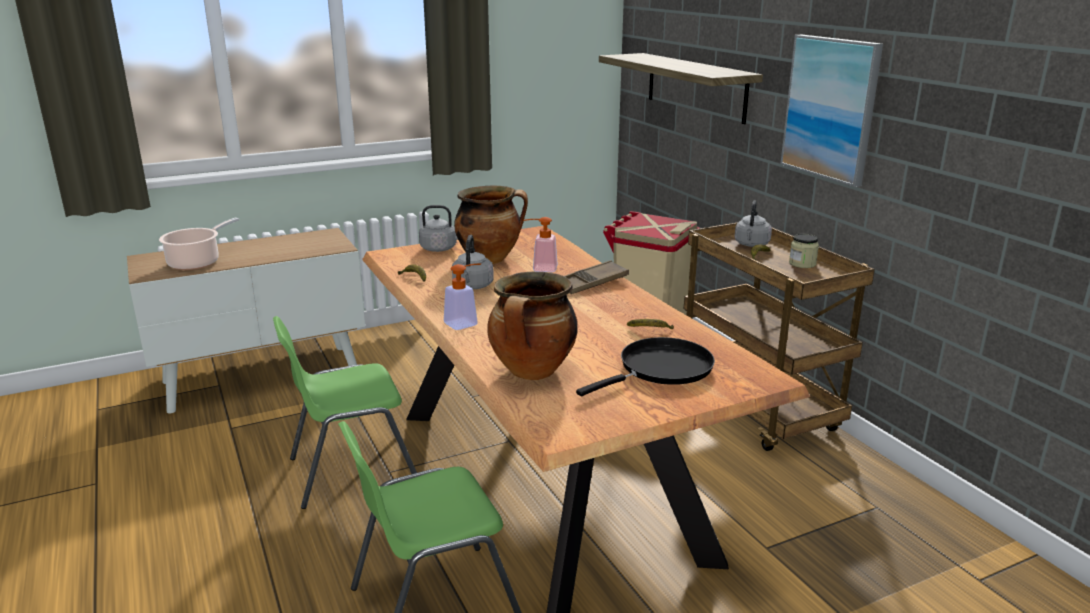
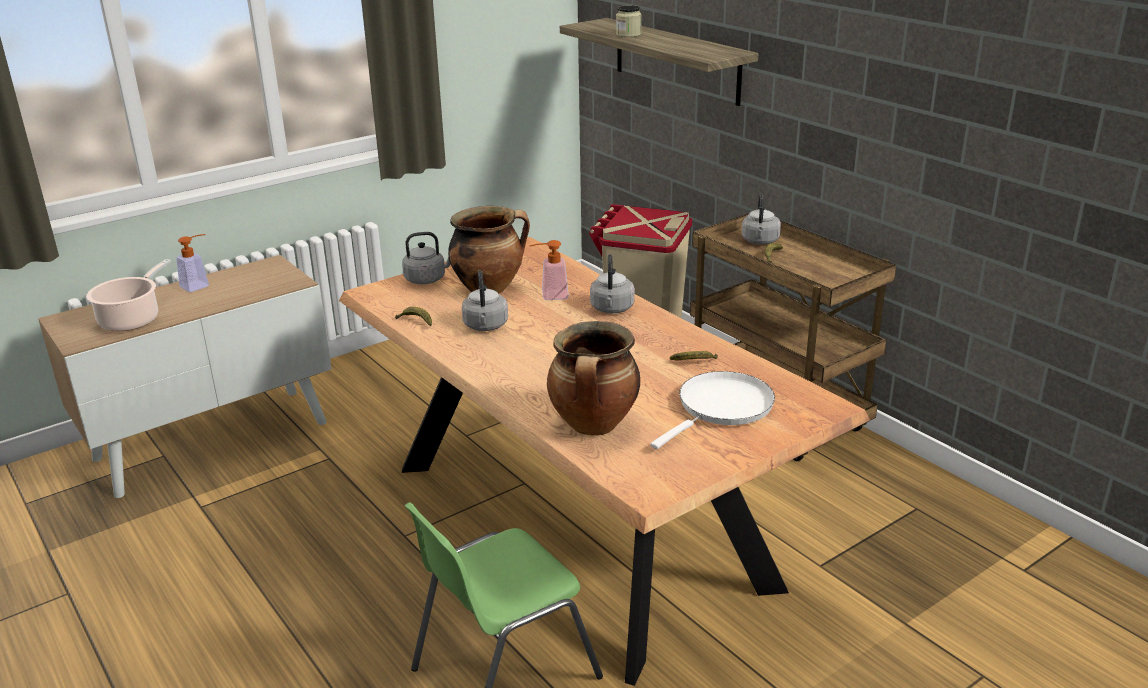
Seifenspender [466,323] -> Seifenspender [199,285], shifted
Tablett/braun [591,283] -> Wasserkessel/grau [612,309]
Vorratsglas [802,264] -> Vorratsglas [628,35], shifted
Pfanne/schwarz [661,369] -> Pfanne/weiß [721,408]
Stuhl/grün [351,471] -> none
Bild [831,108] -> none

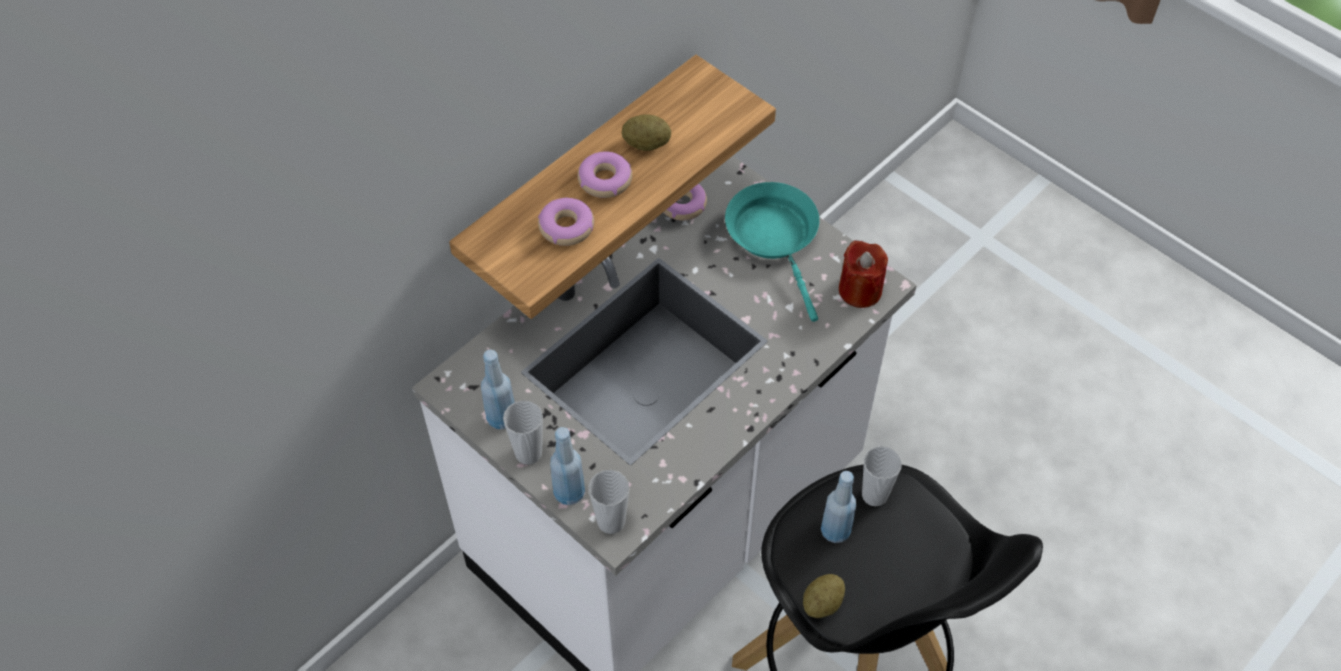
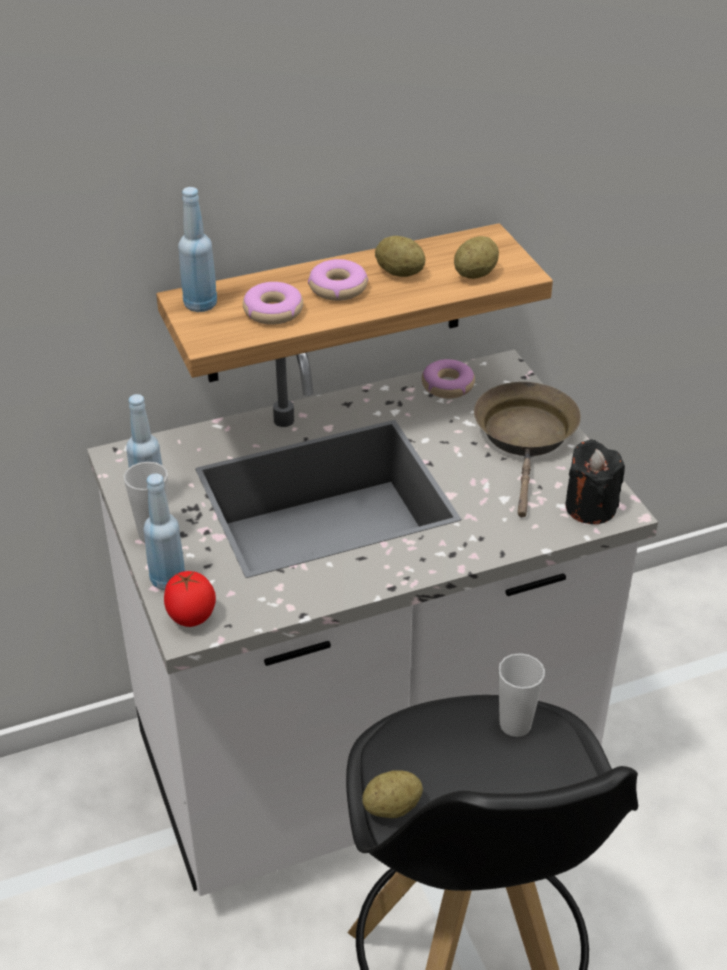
Tasse [611,521] -> Tomate [191,618]
Flasche/blau [835,531] -> Flasche/blau [200,304], shifted
none -> Kartoffel [475,274]
Pfanne/türkis [775,238] -> Pfanne/braun [526,438]
Kerze/rot [860,290] -> Kerze/schwarz [590,507]

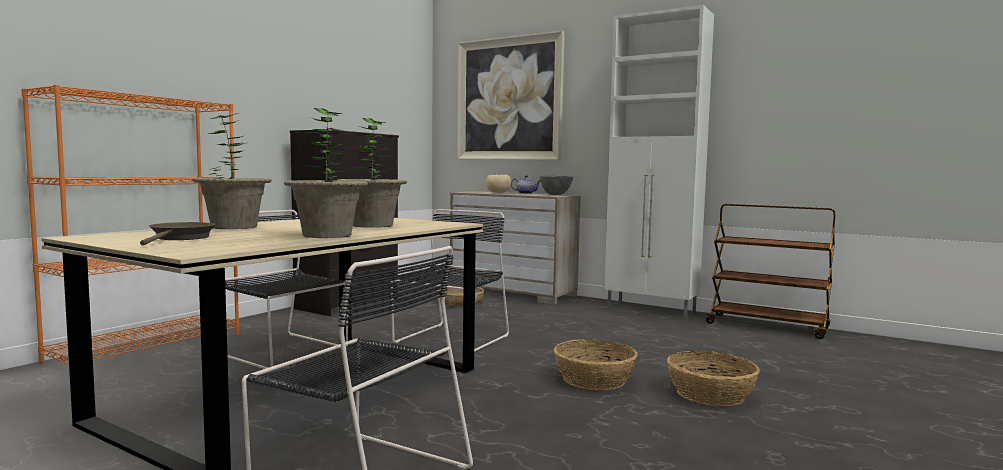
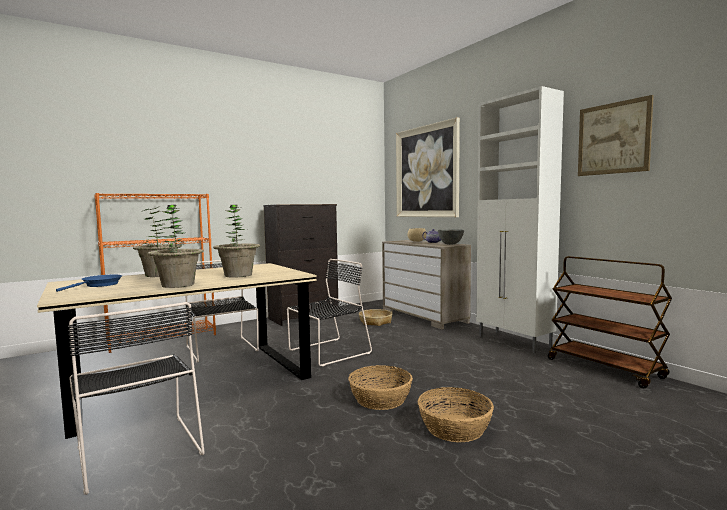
Pfanne/braun [181,238] -> Pfanne/blau [99,285]
none -> Bild [613,138]

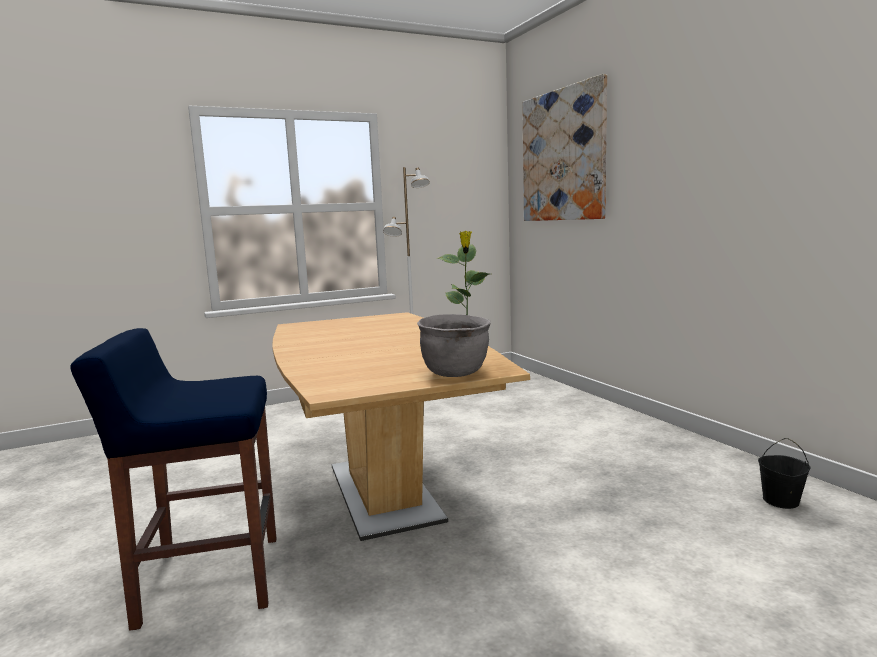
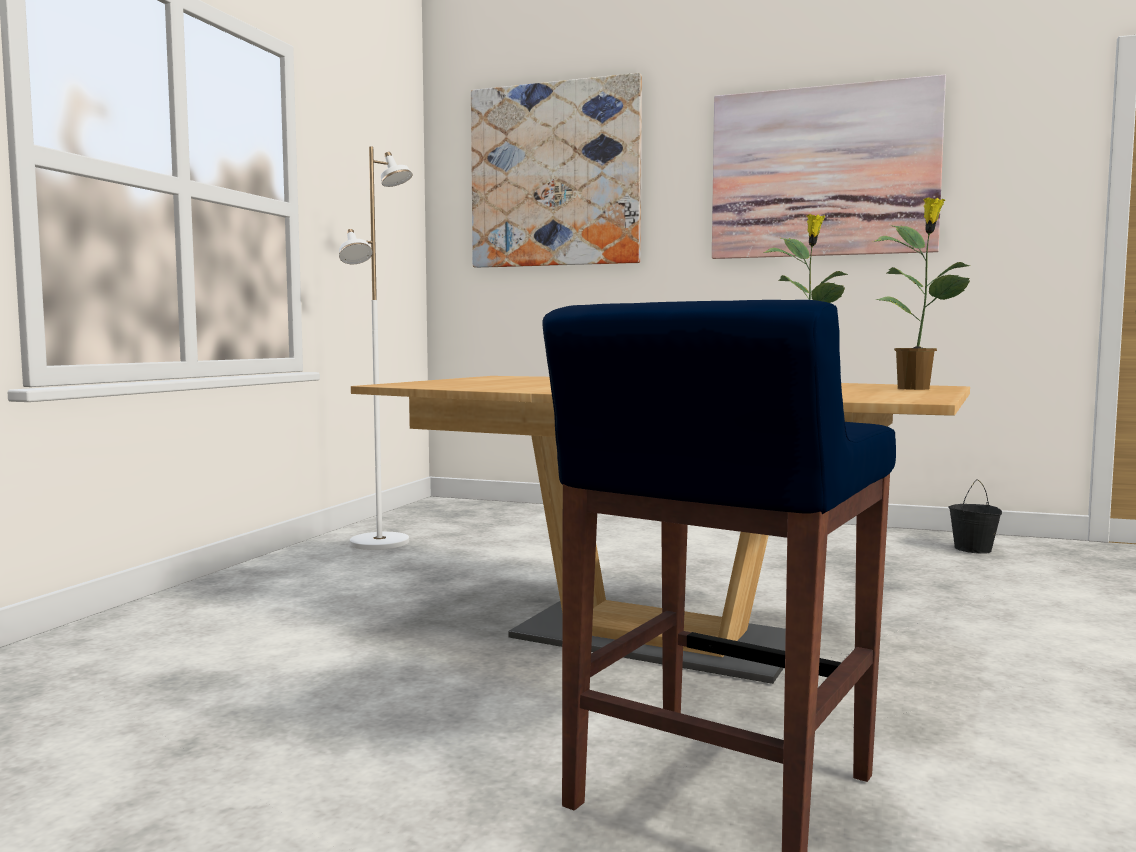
none -> Bild [823,172]
Kochtopf/grau [456,373] -> Topfpflanze [916,388]

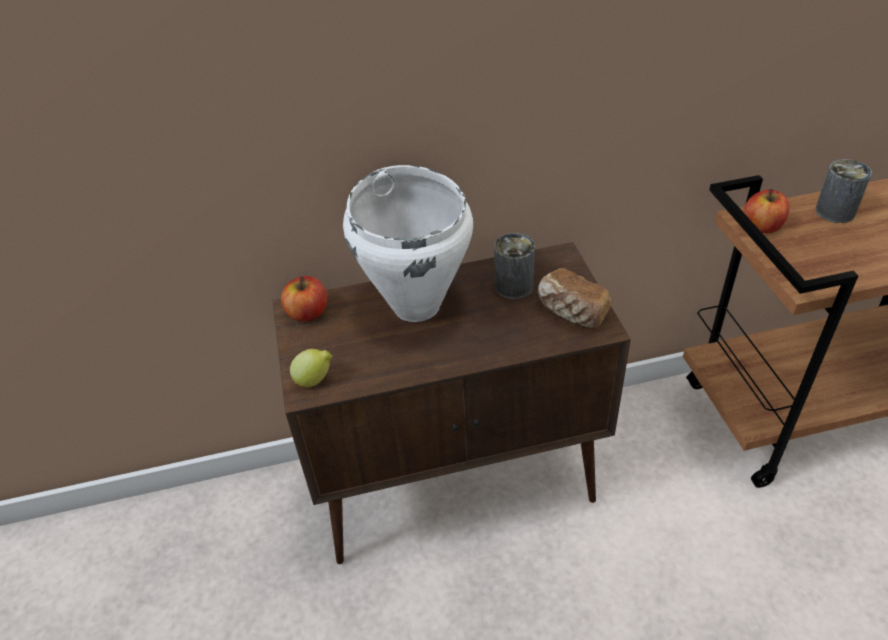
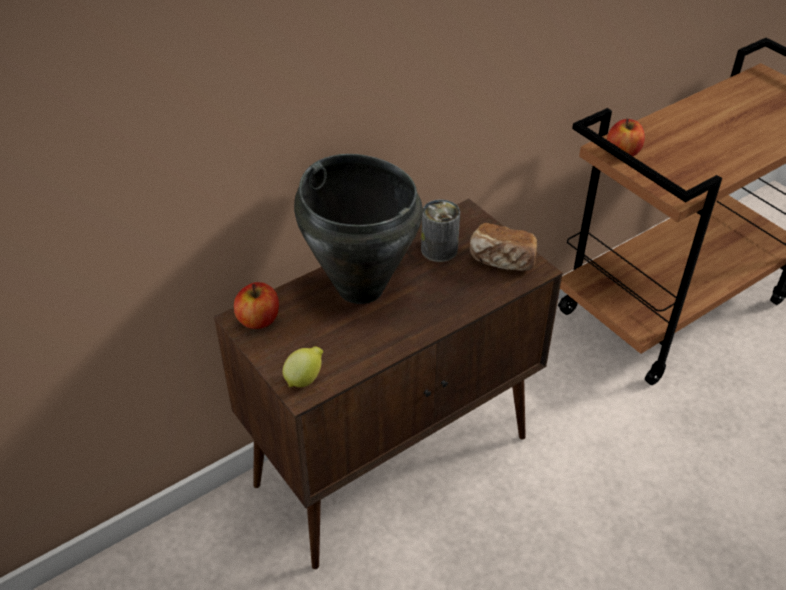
Kochtopf/weiß [417,305] -> Kochtopf/schwarz [360,287]
Dose [835,211] -> none

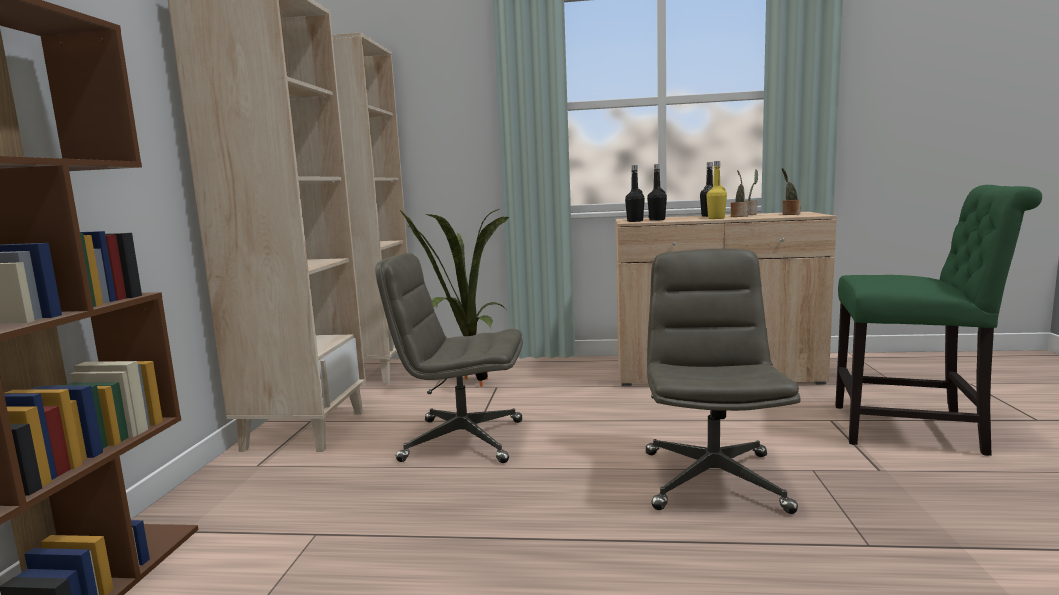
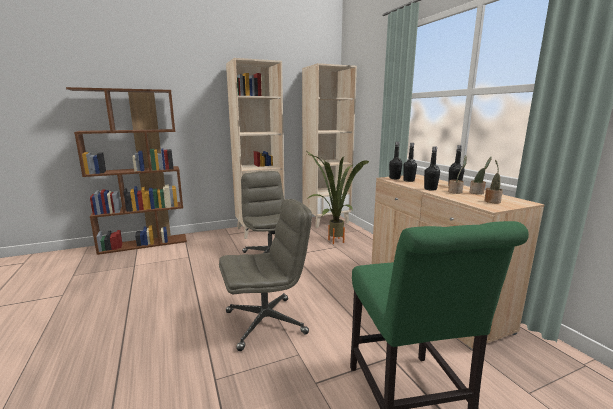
Flasche/gelb [716,218] -> Flasche/schwarz [430,189]

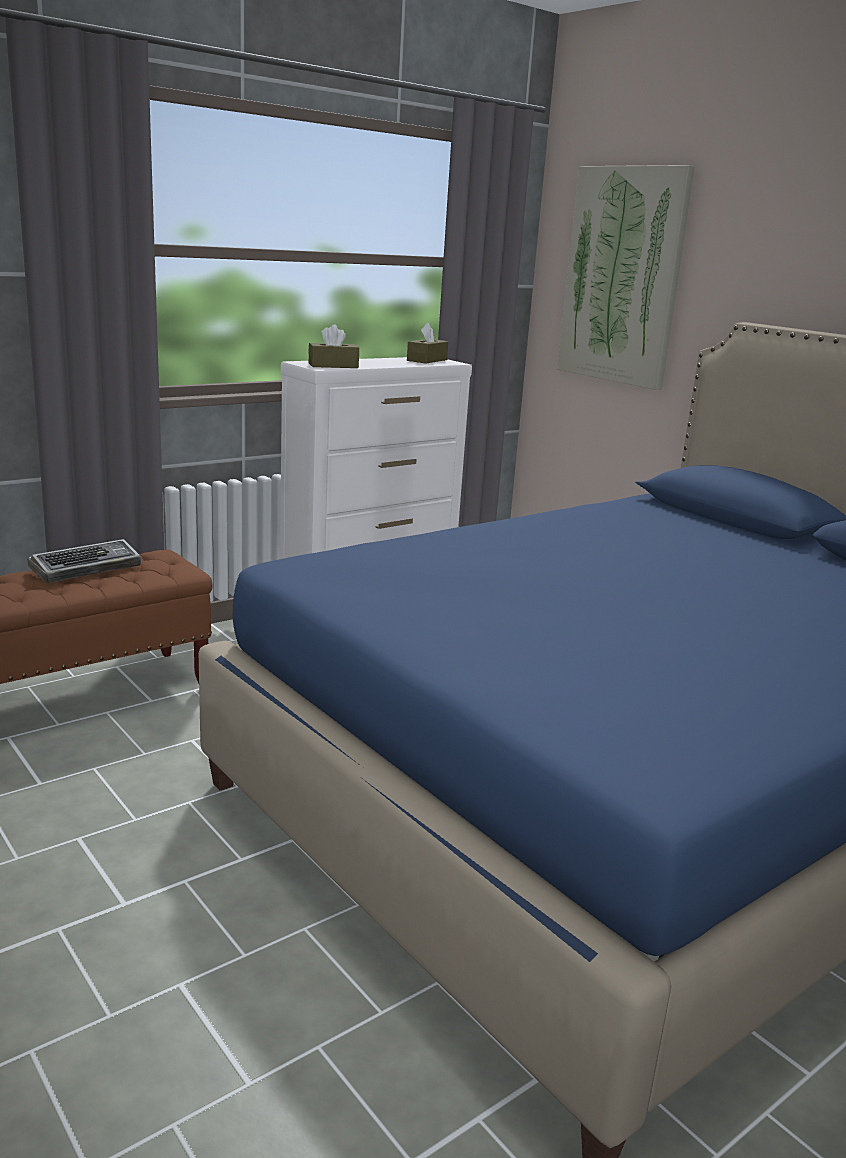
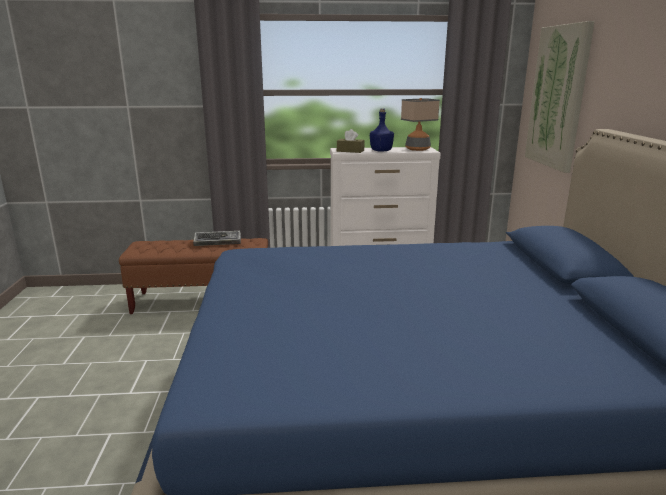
none -> Flasche/blau [380,151]
Taschentuchbox/braun [427,360] -> Tischlampe [417,149]

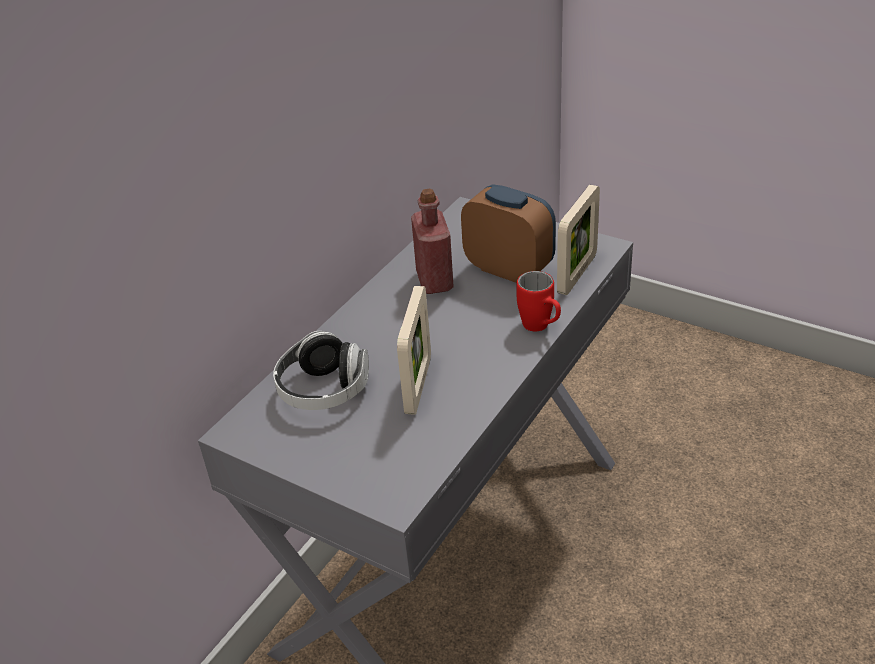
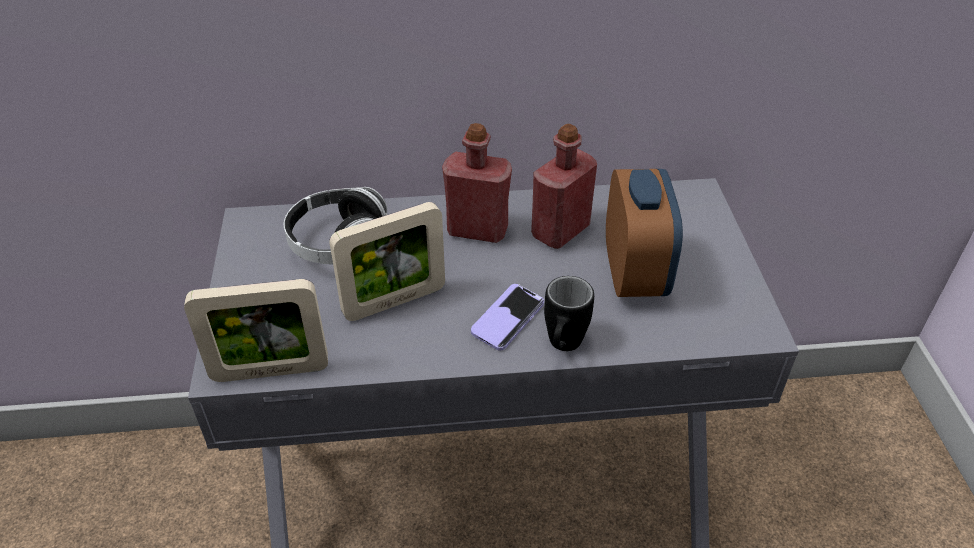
Bilderrahmen [577,274] -> Bilderrahmen [270,371], shifted
none -> Flasche/rot [477,230]
none -> Handy [508,318]
Henkelbecher/rot [541,328] -> Henkelbecher/schwarz [562,347]

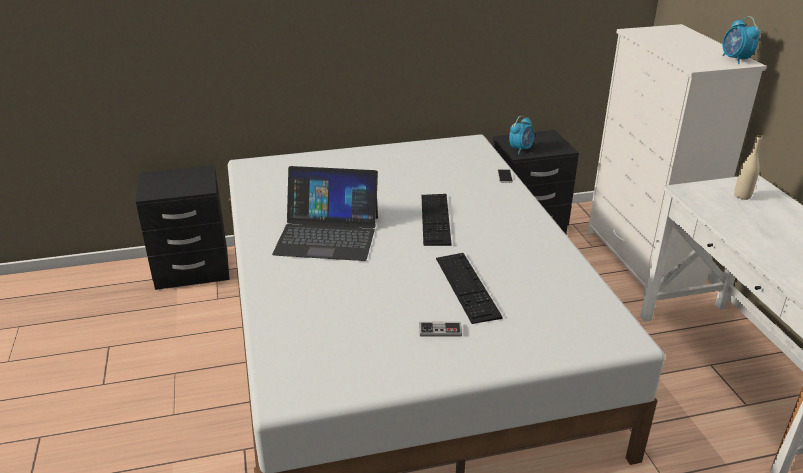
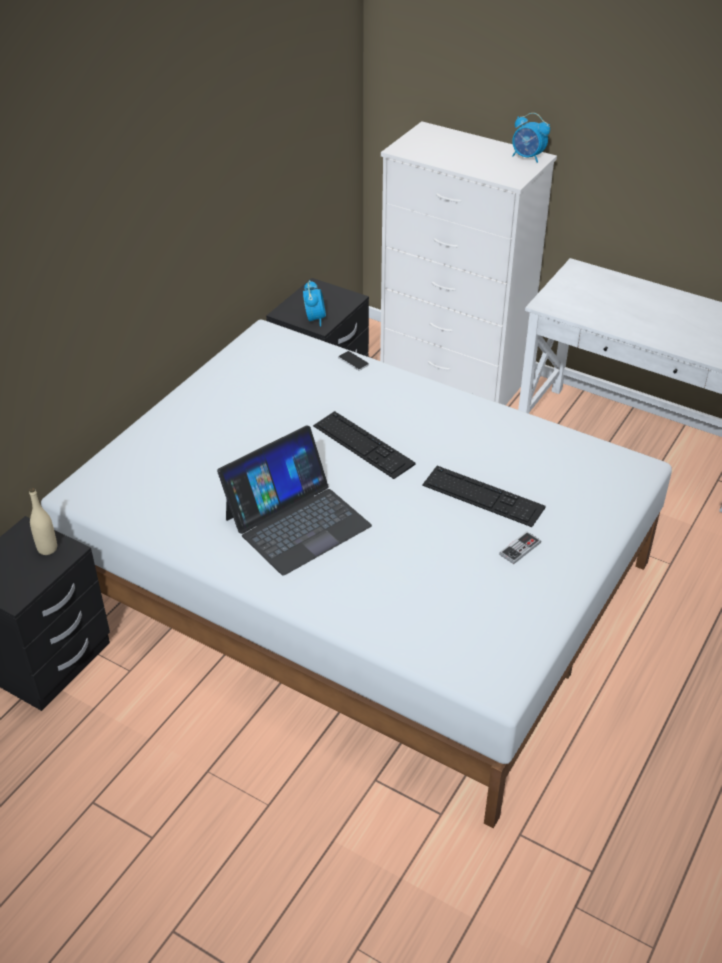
Flasche/beige [742,196] -> Flasche/beige [47,548], shifted

